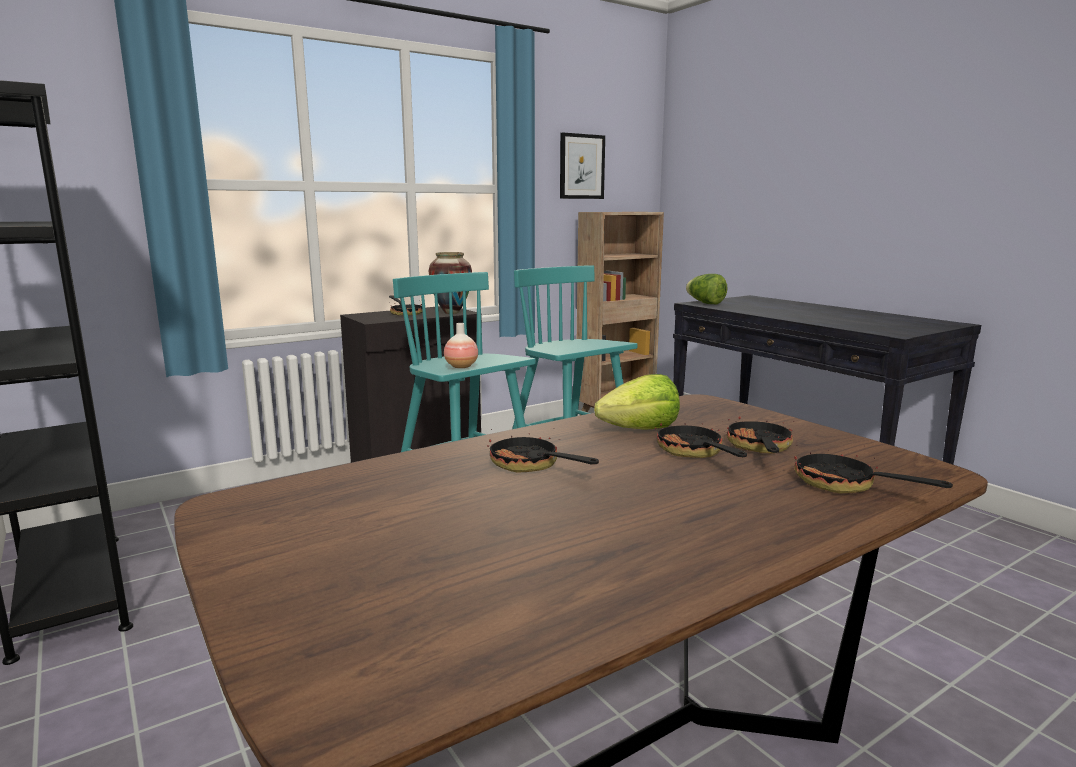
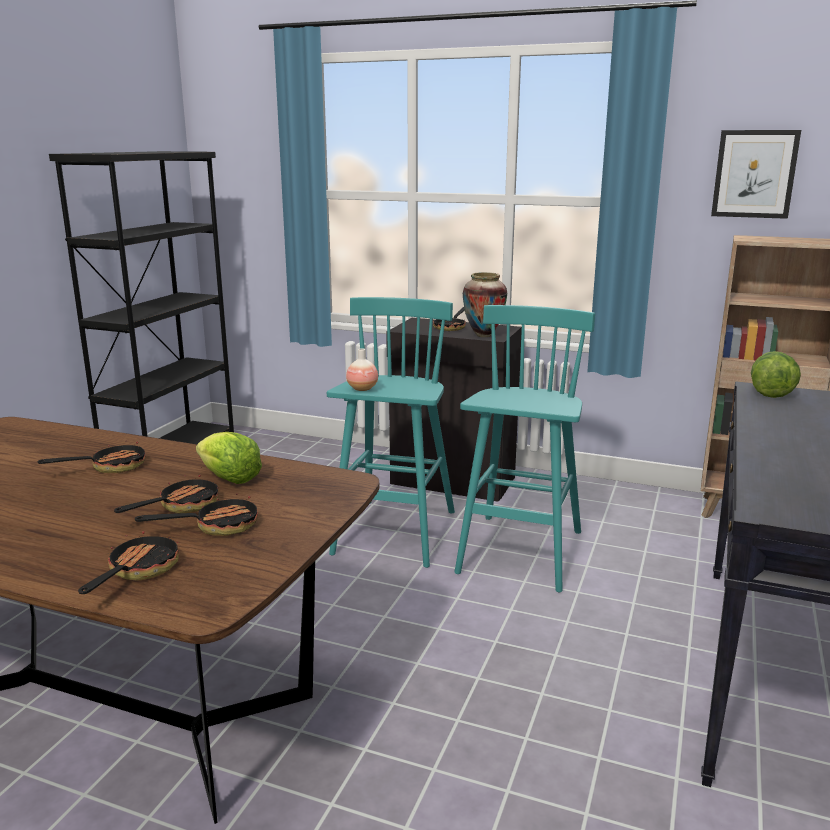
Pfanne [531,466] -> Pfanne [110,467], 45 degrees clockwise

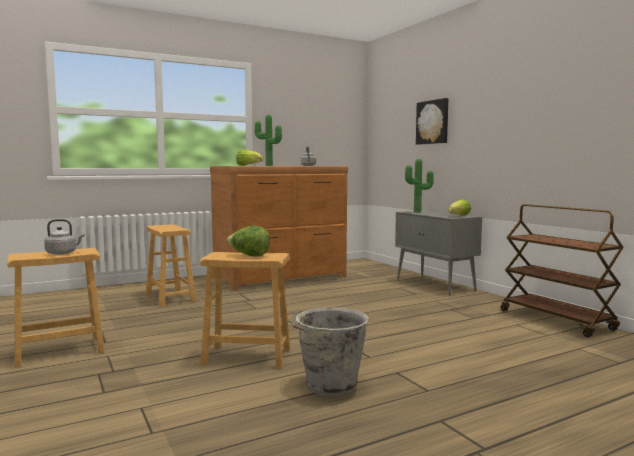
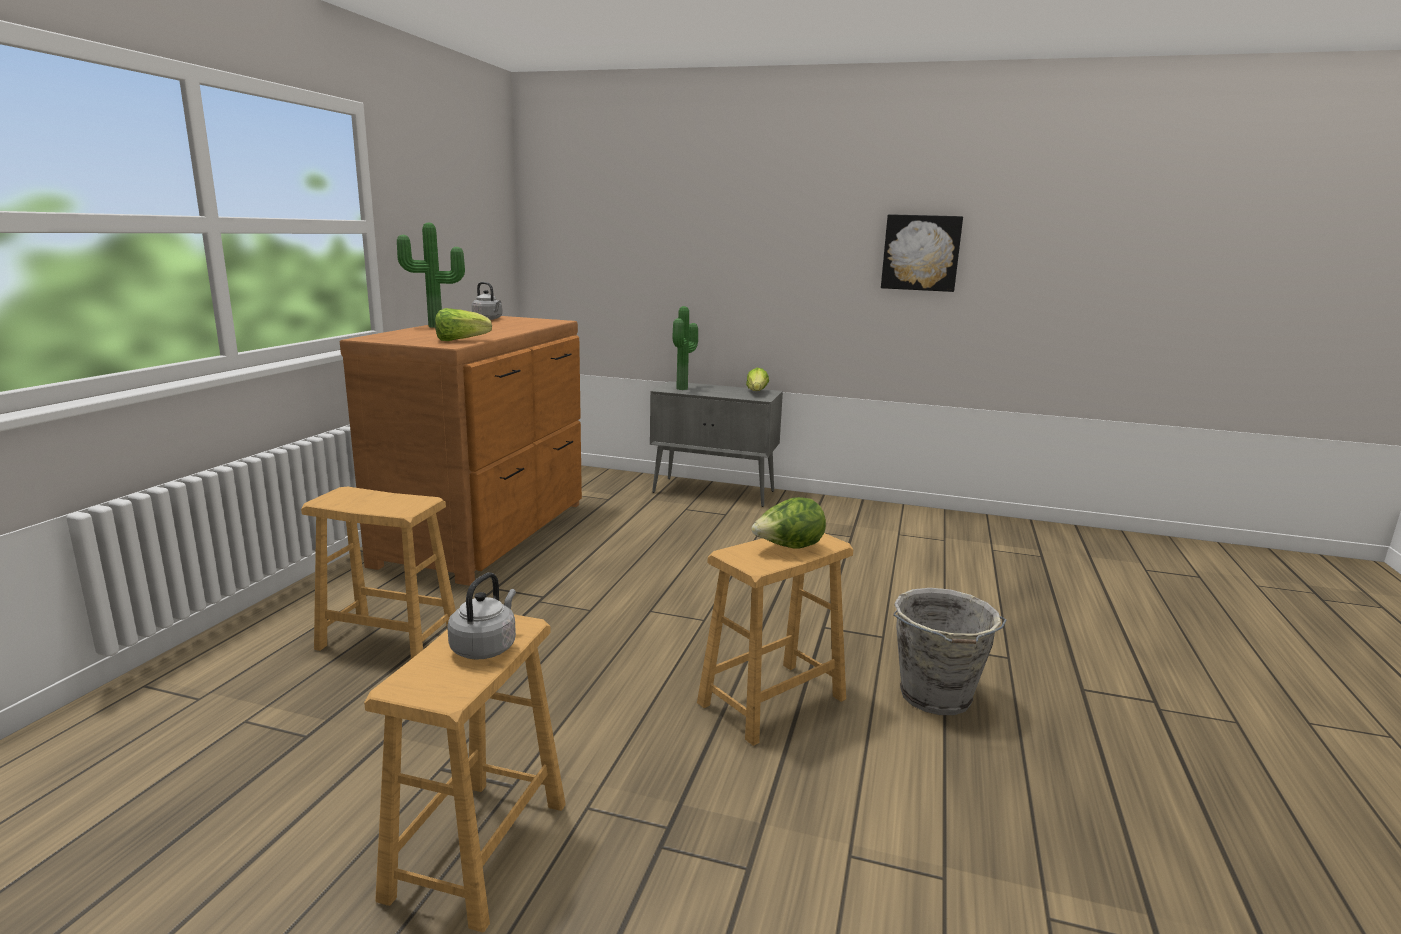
Bild [433,122] -> Bild [921,253], shifted
Rollwagen/braun [556,320] -> none

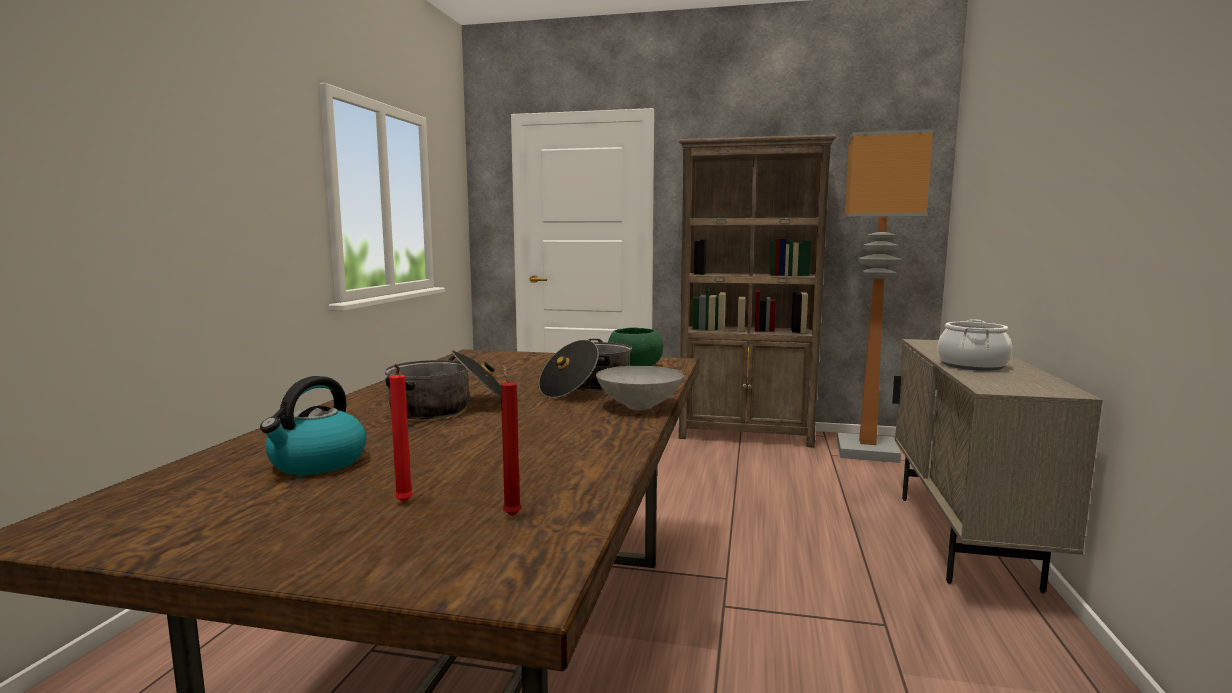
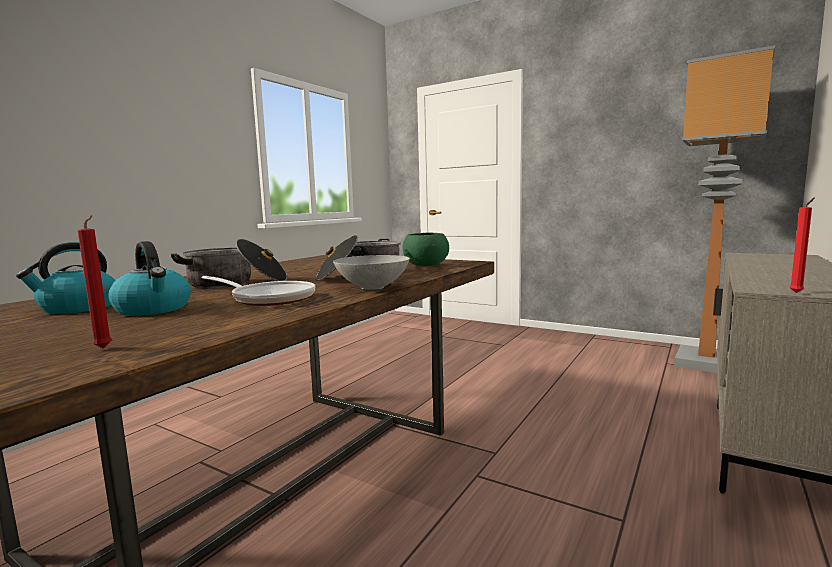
none -> Wasserkessel [154,309]
none -> Pfanne [269,299]
Kerze/rot [403,503] -> Kerze/rot [797,293], shifted
Bücherregal/braun [746,435] -> none
Kochtopf [972,365] -> none

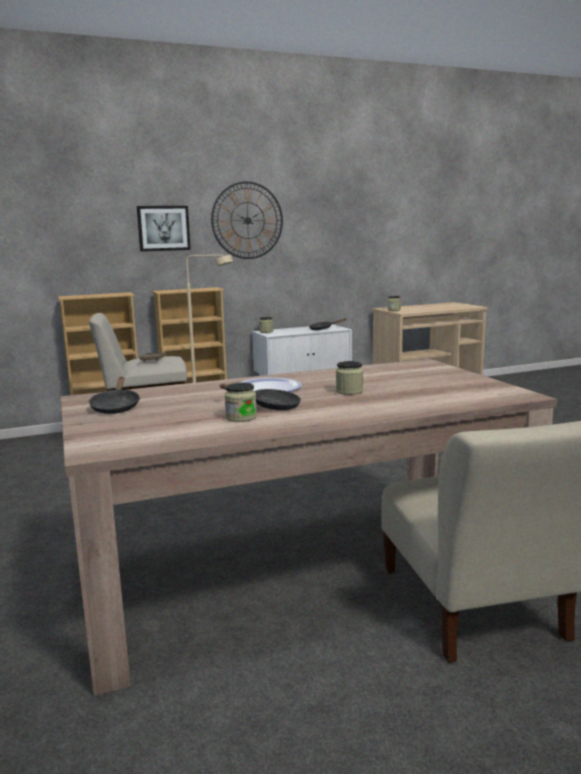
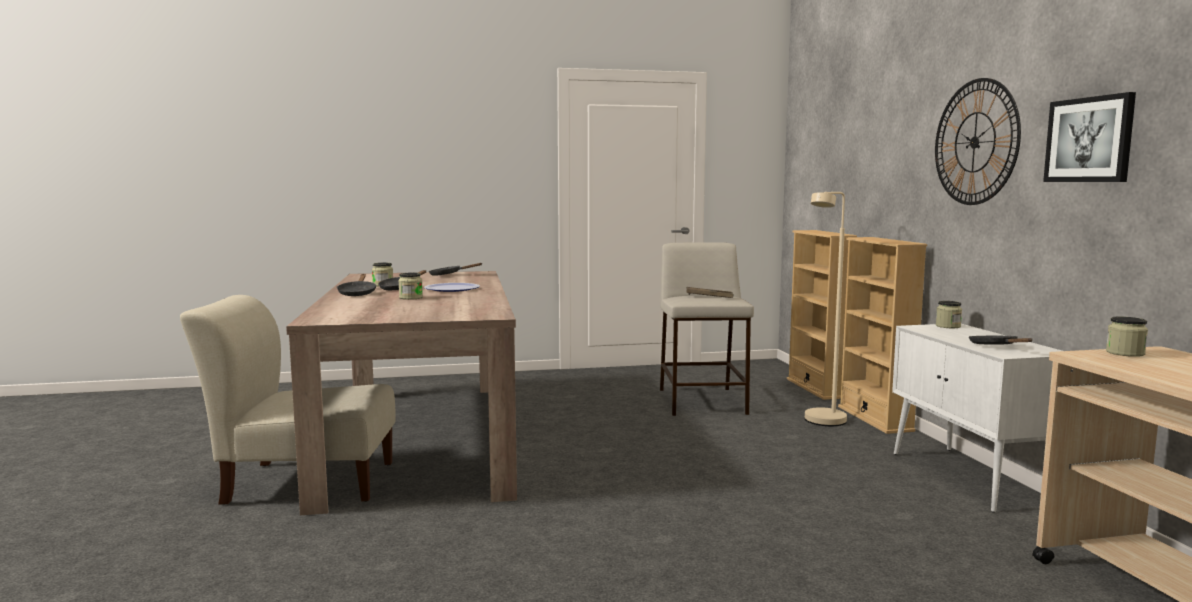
none -> Pfanne/schwarz [357,293]
Bild [163,228] -> Bild [1089,140], shifted

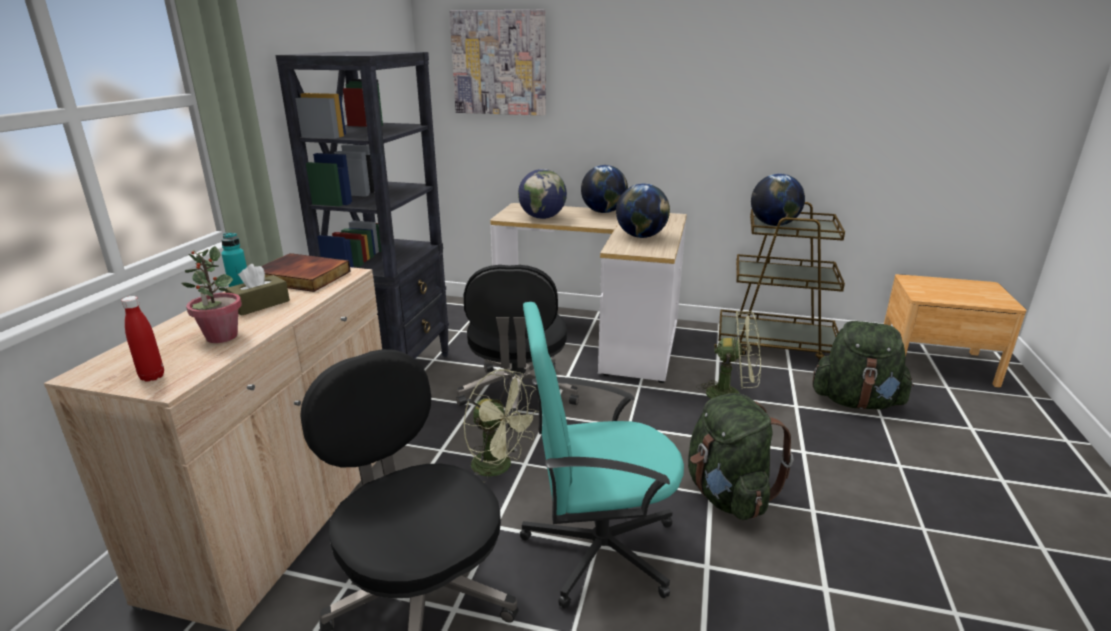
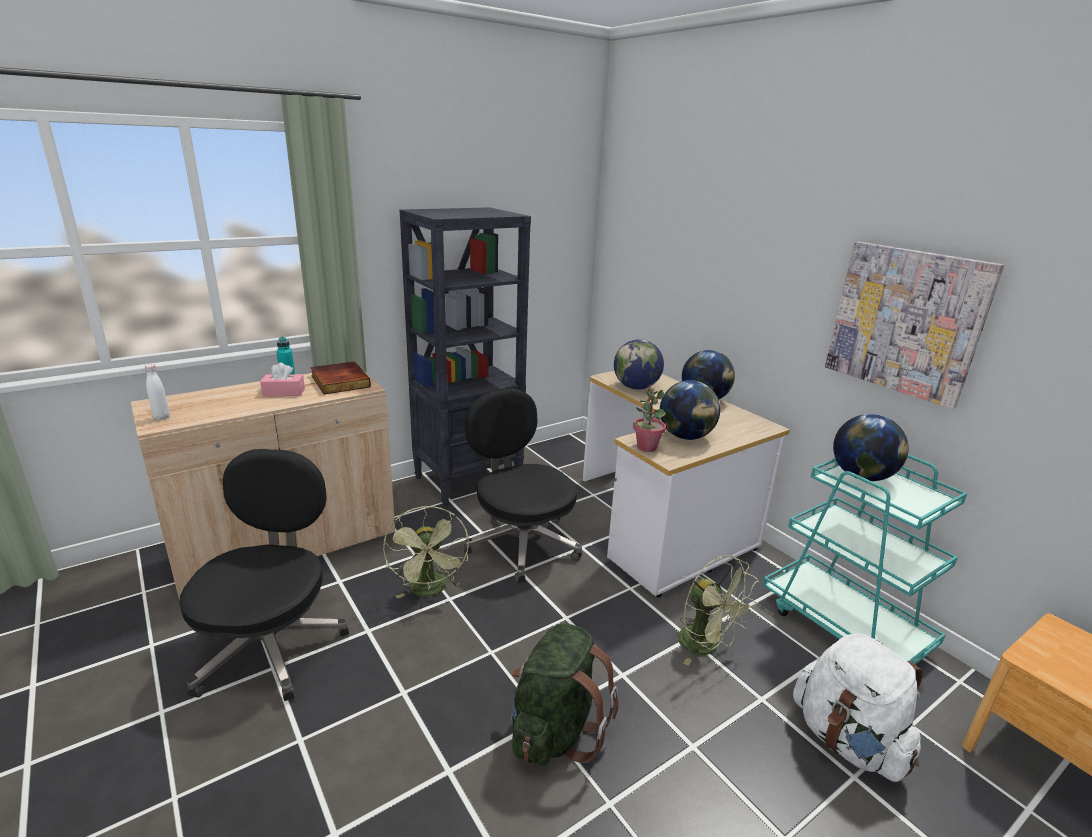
Flasche/rot [152,377] -> Flasche/weiß [161,417]
Taschentuchbox/braun [260,304] -> Taschentuchbox/rosa [284,392]
Bürostuhl/schwarz [518,396] -> Bürostuhl/schwarz [521,543], 105 degrees clockwise
Topfpflanze [221,336] -> Topfpflanze [646,447], shifted
Rollwagen/braun [776,345] -> Rollwagen/türkis [844,626]
Rucksack/grün [856,401] -> Rucksack/weiß [848,741]
Bild [499,63] -> Bild [905,321], shifted
Bürostuhl/türkis [597,548] -> none

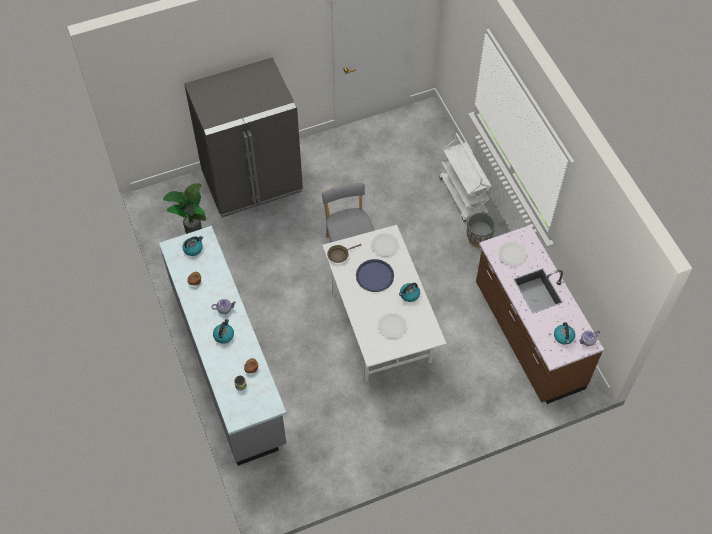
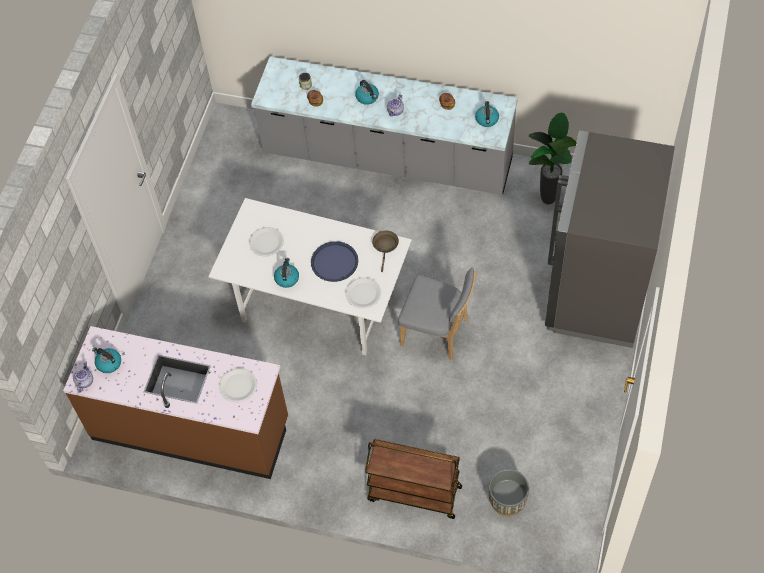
Rollwagen/weiß [463,196] -> Rollwagen/braun [413,494]
Pflanzkübel/grau [478,238] -> Pflanzkübel/grau [507,501], shifted

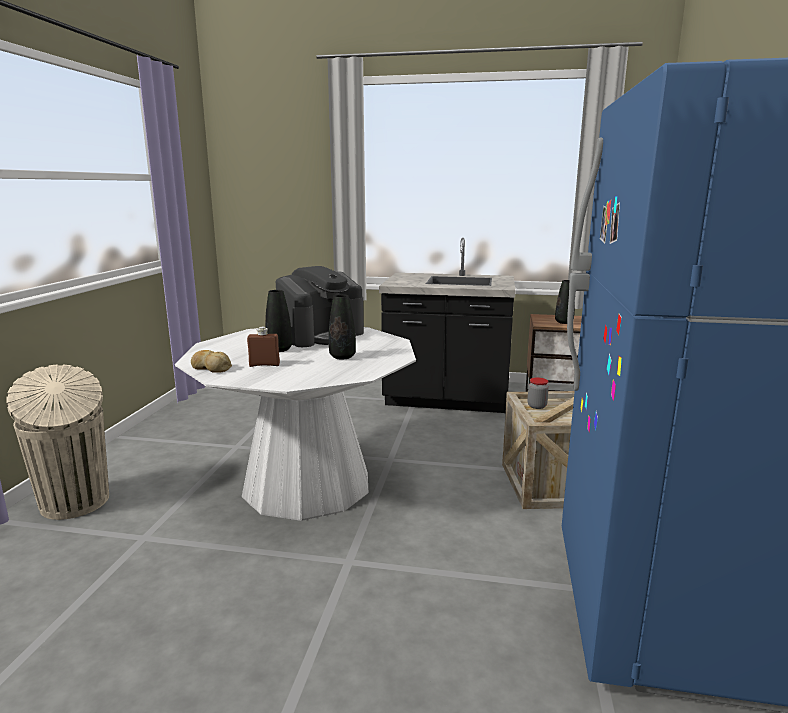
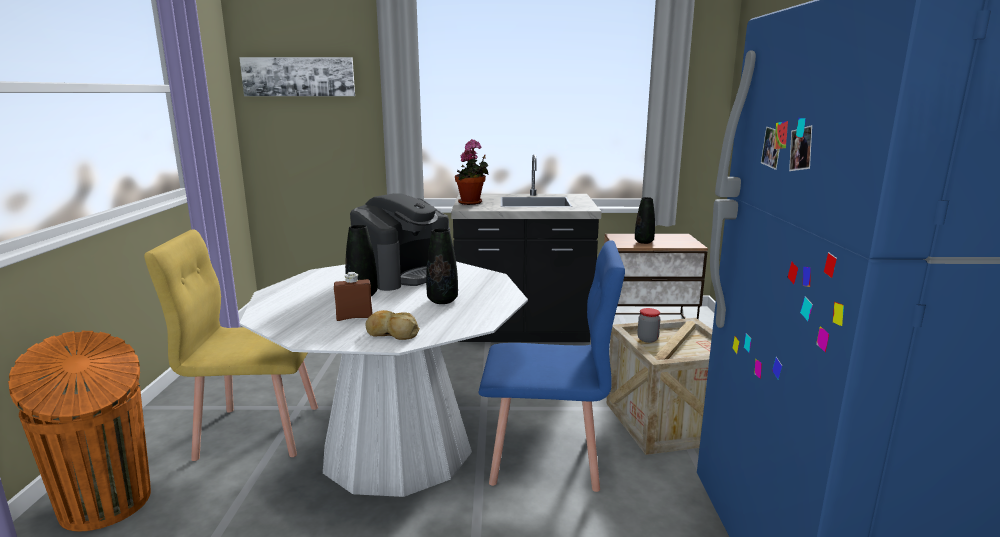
Mülleimer/beige [75,503] -> Mülleimer/orange [106,505]
none -> Stuhl/gelb [258,431]
none -> Bild [298,76]
Brot [211,368] -> Brot [392,333], shifted
none -> Topfpflanze [472,203]
none -> Stuhl/blau [546,457]

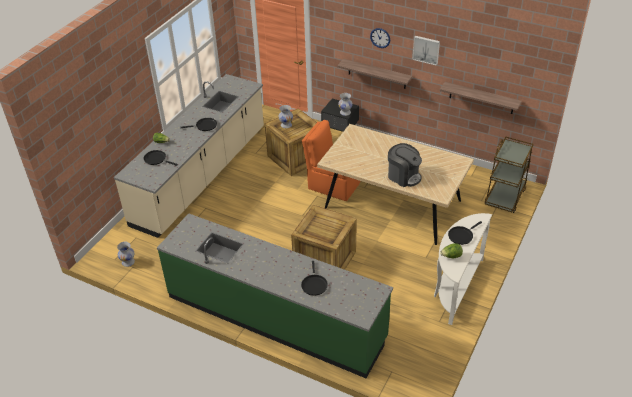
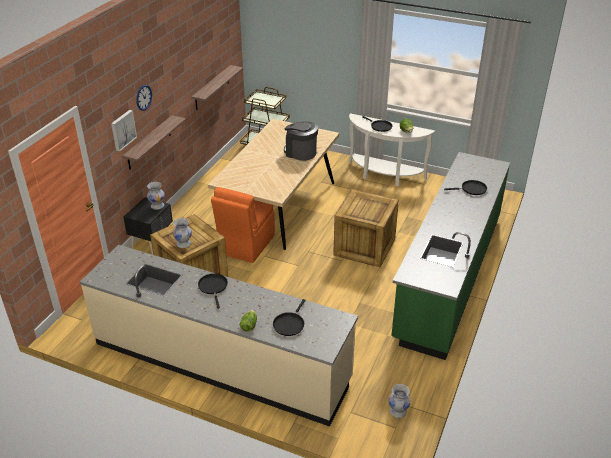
Bild [426,49] -> Bild [122,130], shifted
Kaffeemaschine [403,176] -> Kaffeemaschine [300,152], 90 degrees counterclockwise

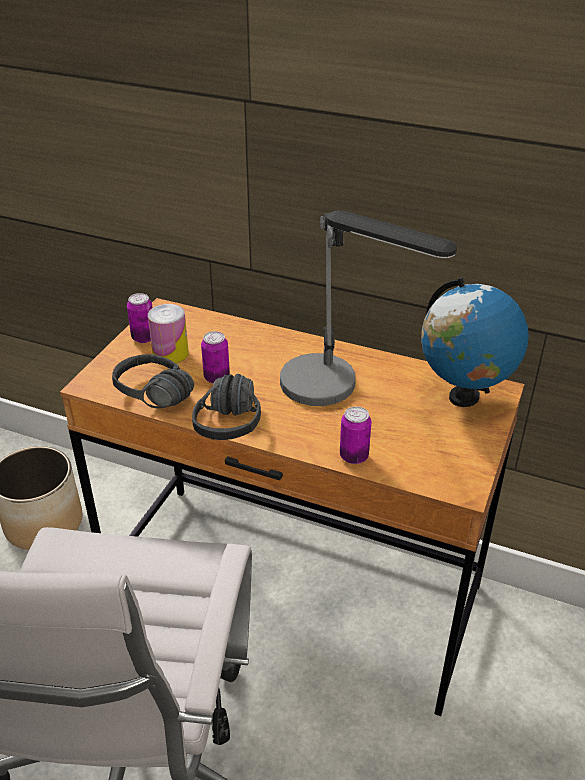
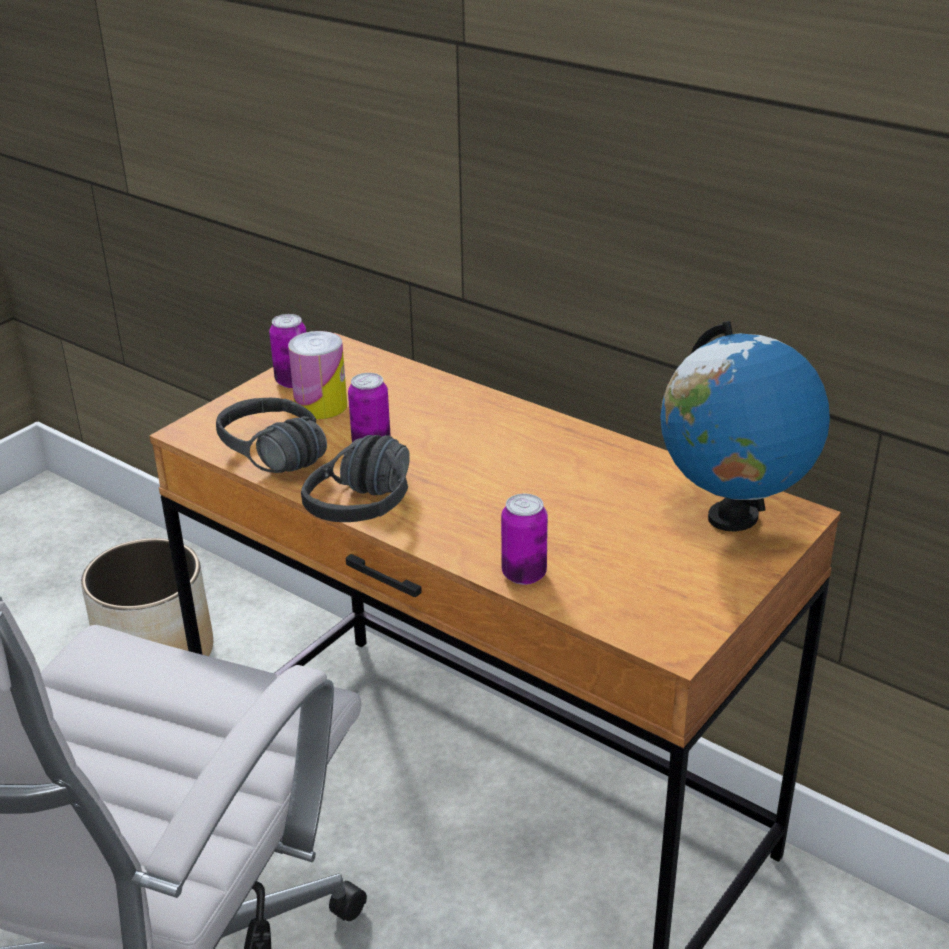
Tischlampe [335,392] -> none

